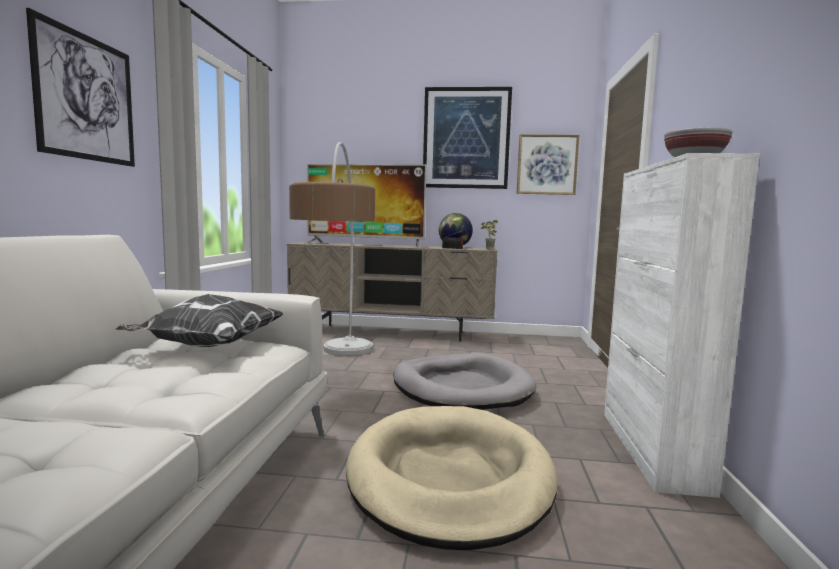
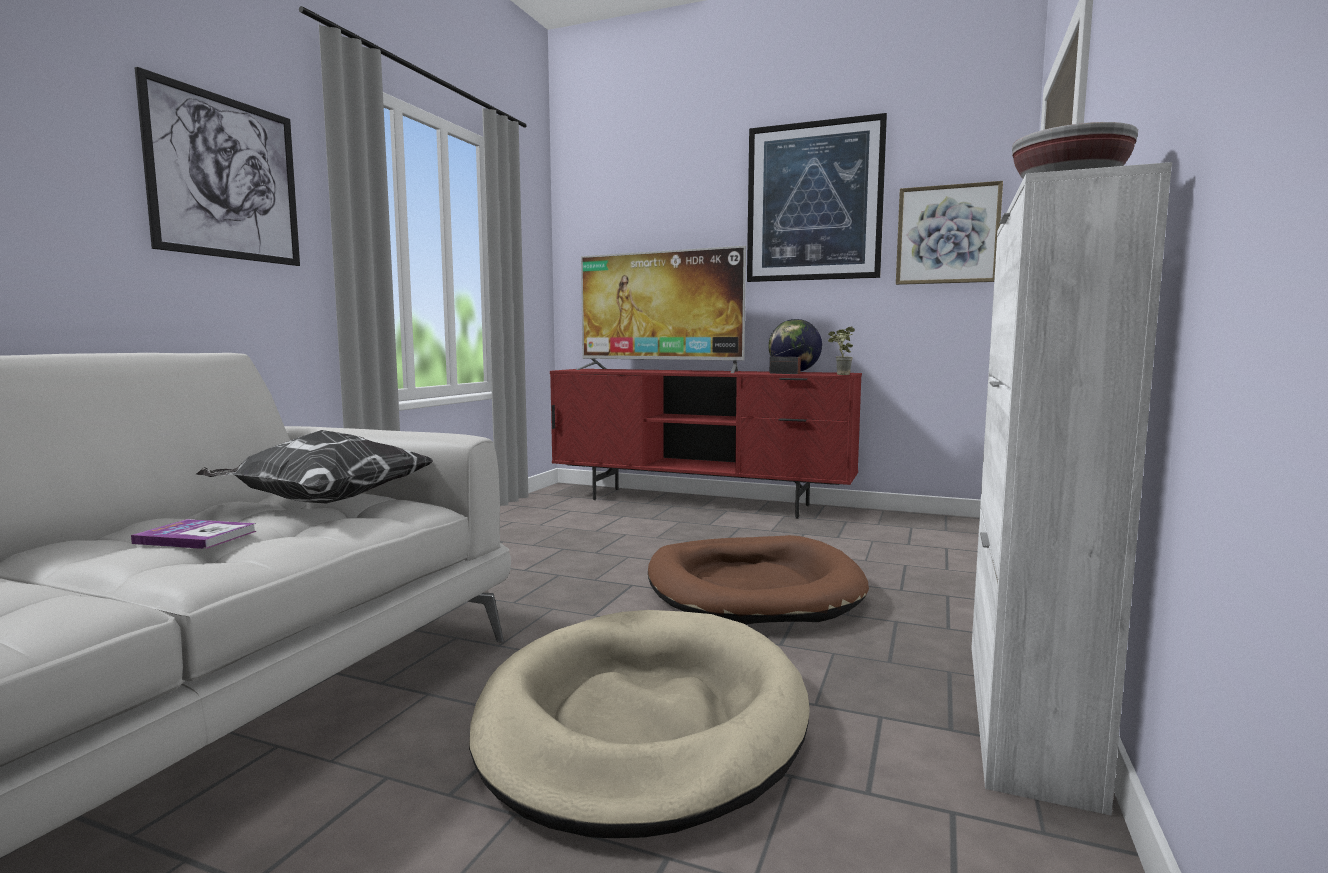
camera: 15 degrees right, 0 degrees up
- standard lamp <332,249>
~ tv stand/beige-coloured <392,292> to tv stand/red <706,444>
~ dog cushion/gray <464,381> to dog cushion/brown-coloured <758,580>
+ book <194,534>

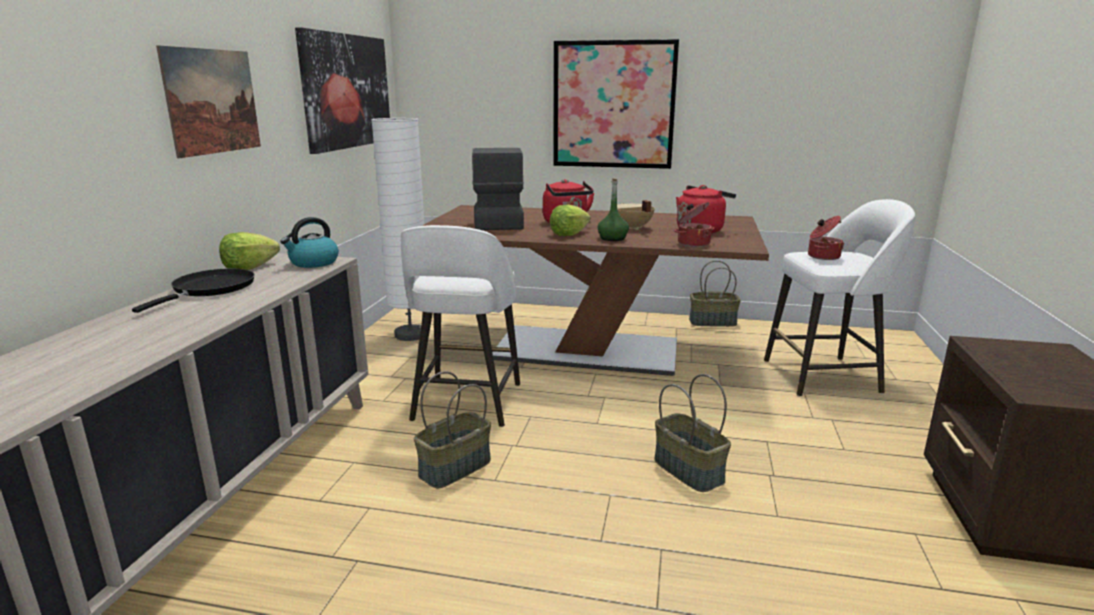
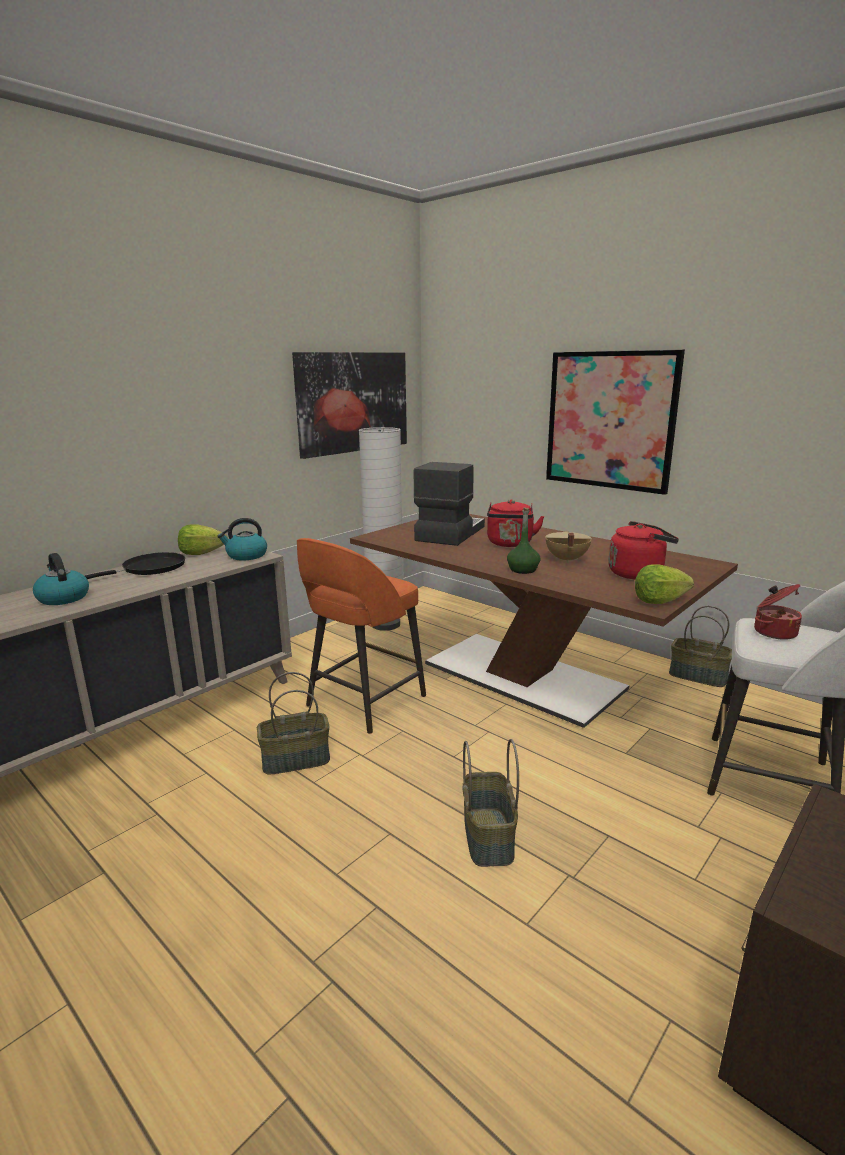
camera: 30 degrees right, 0 degrees up
- wall art <208,101>
- saucepot <694,224>
~ lettuce head <570,220> to <664,584>
~ stool seat/white-coloured <460,326> to stool seat/orange-coloured <361,636>
+ tea kettle <61,579>

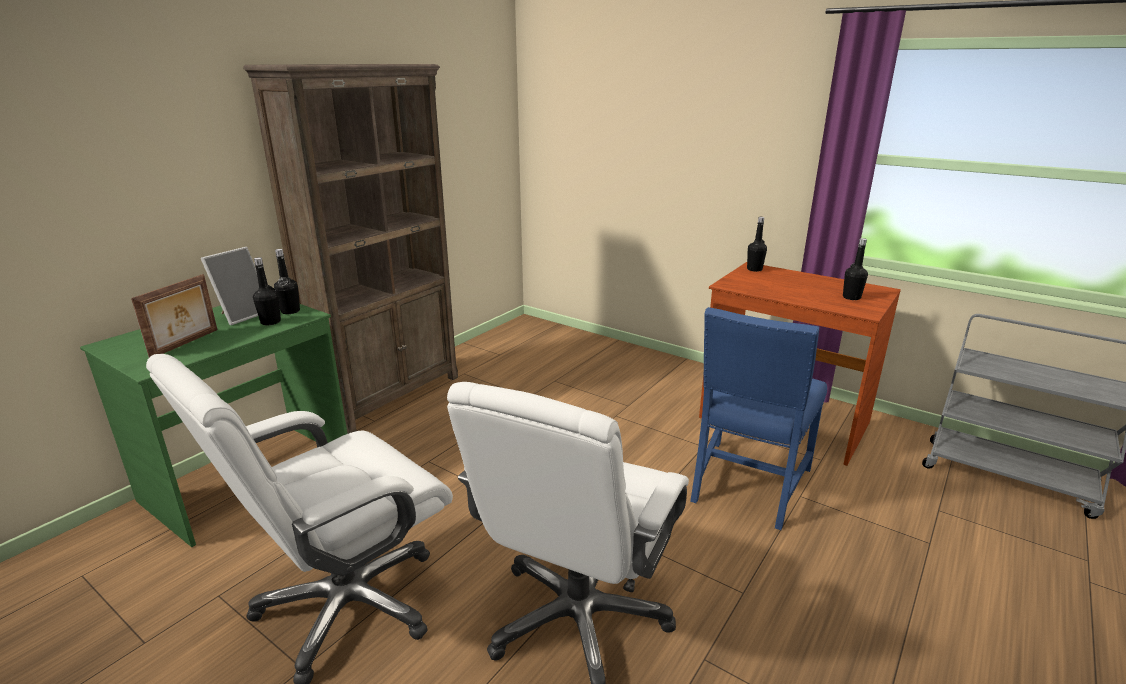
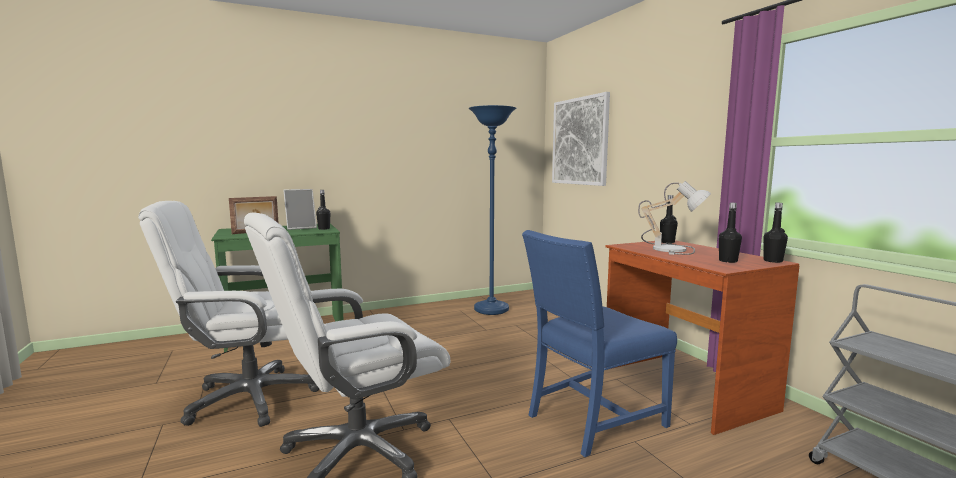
camera: 30 degrees right, 15 degrees down
- bookshelf/brown-coloured <350,249>
~ bottle/black-coloured <267,291> to <776,233>
+ wall art <581,139>
+ standard lamp/bluish <492,210>
+ lamp for a table <674,218>

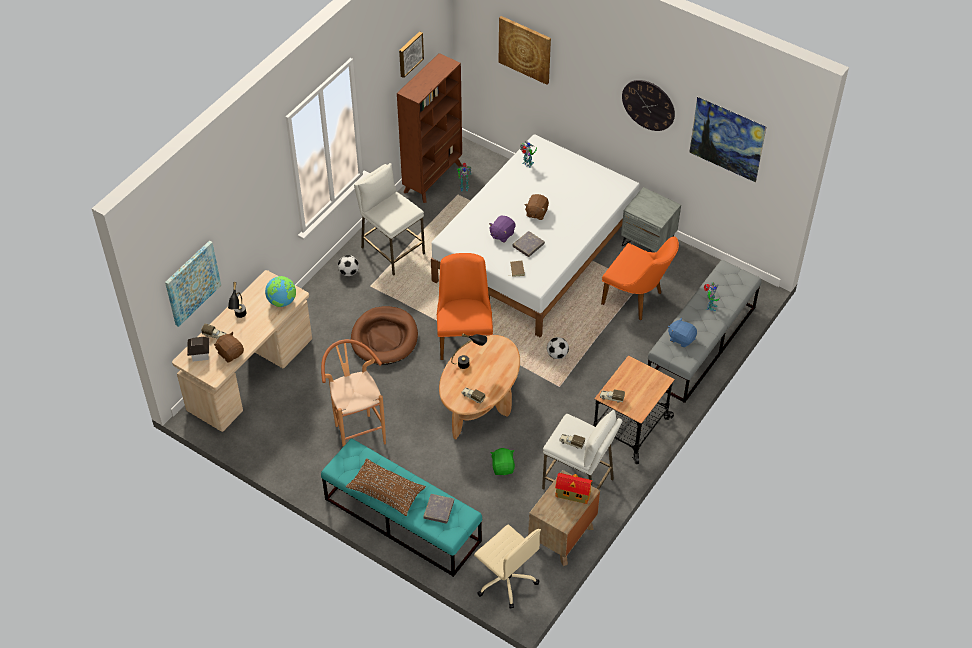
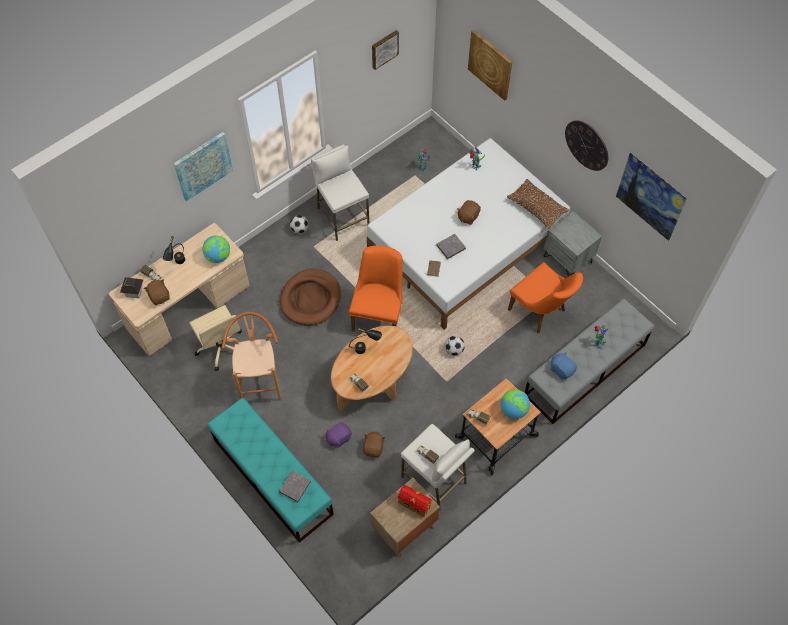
camera: 15 degrees right, 10 degrees up
- bookshelf/brown-coloured <429,128>
~ plush toy/purplish <502,229> to <339,435>
~ wall art <193,283> to <203,166>
~ plush toy/greenish <502,461> to plush toy/brown-coloured <374,444>
~ cushion/brown-coloured <386,487> to <538,204>
~ desk chair/beige-coloured <507,566> to <215,338>
+ desk globe <515,404>

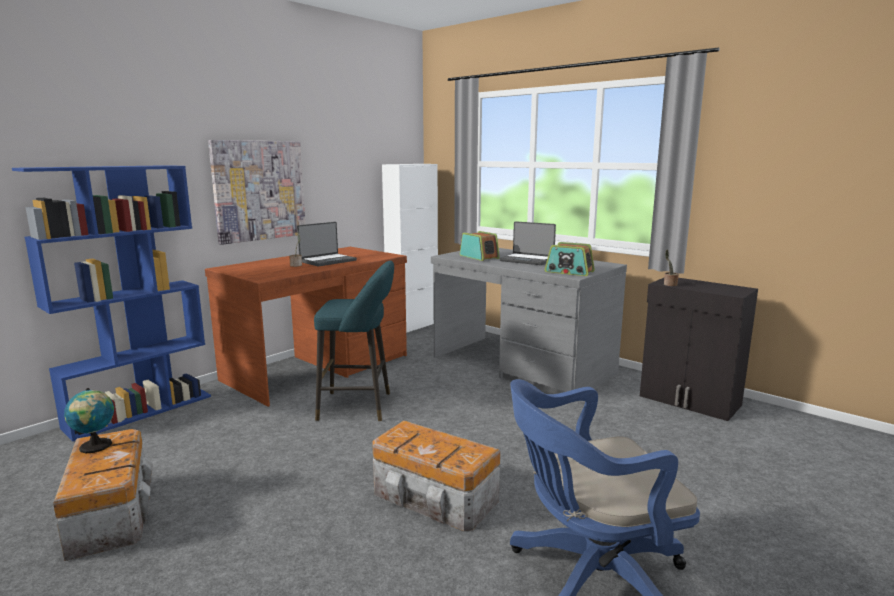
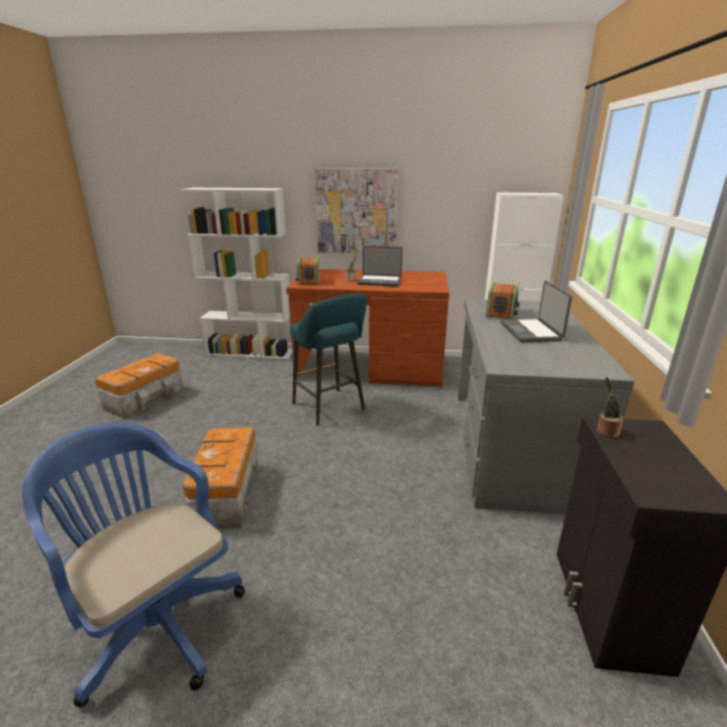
camera: 55 degrees right, 10 degrees up
~ bookshelf/bluish <111,303> to bookshelf/white-coloured <236,274>
~ radio set <570,259> to <308,270>
- desk globe <89,420>

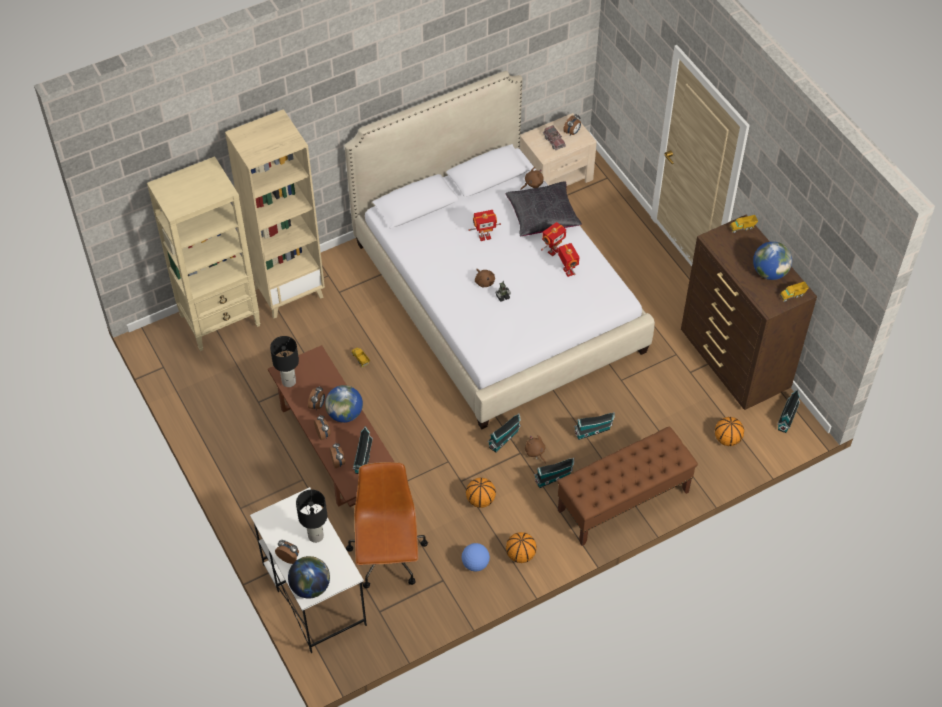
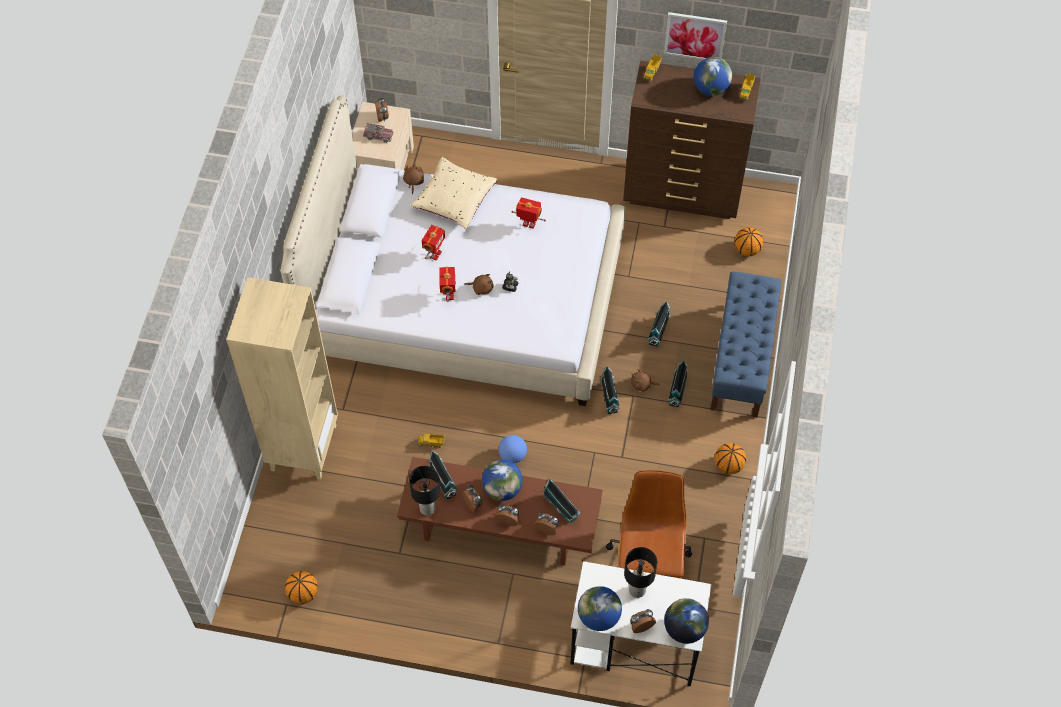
camera: 50 degrees left, 5 degrees up
- bookshelf/beige-coloured <204,253>
~ cushion/black-coloured <544,208> to cushion/beige-coloured <454,193>
~ robot figure <553,239> to <447,284>
~ miniature house <788,411> to <443,474>
~ long seat/brown-coloured <627,486> to long seat/bluish <745,345>
~ desk chair/brown-coloured <387,525> = <649,524> 60 degrees clockwise
~ basketball ball <481,493> to <301,587>
~ football <476,557> to <513,449>
+ wall art <695,36>
+ desk globe <600,608>

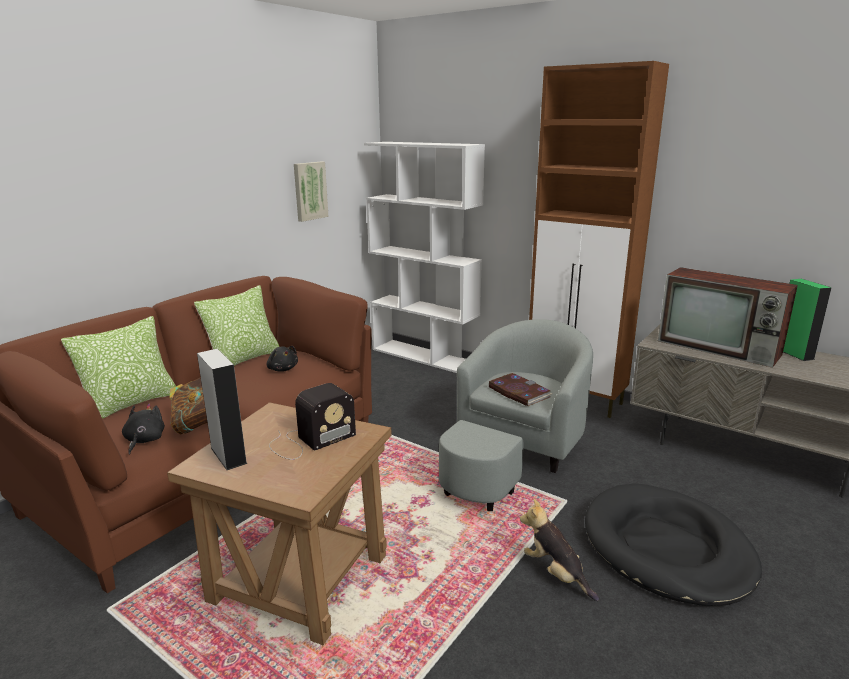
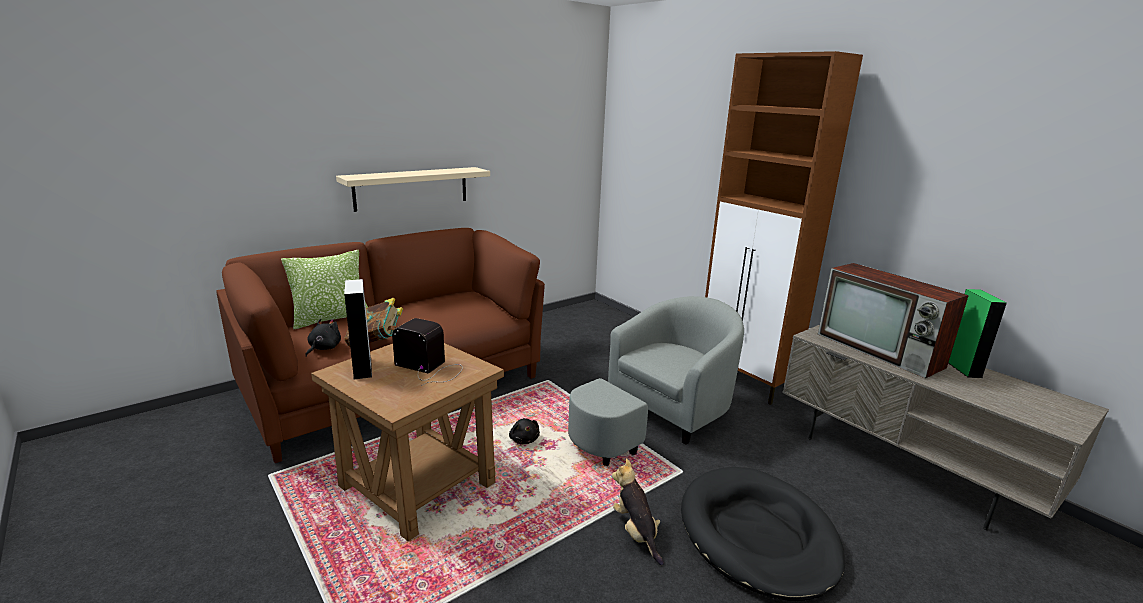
camera: 15 degrees right, 0 degrees up
- bookshelf/white-coloured <424,257>
- wall art <311,192>
- cushion <236,325>
~ plush toy/black-coloured <282,359> to <524,431>
- book <520,389>
~ radio set <312,421> = <427,352> 135 degrees counterclockwise
+ wall shelf/beige-coloured <413,189>

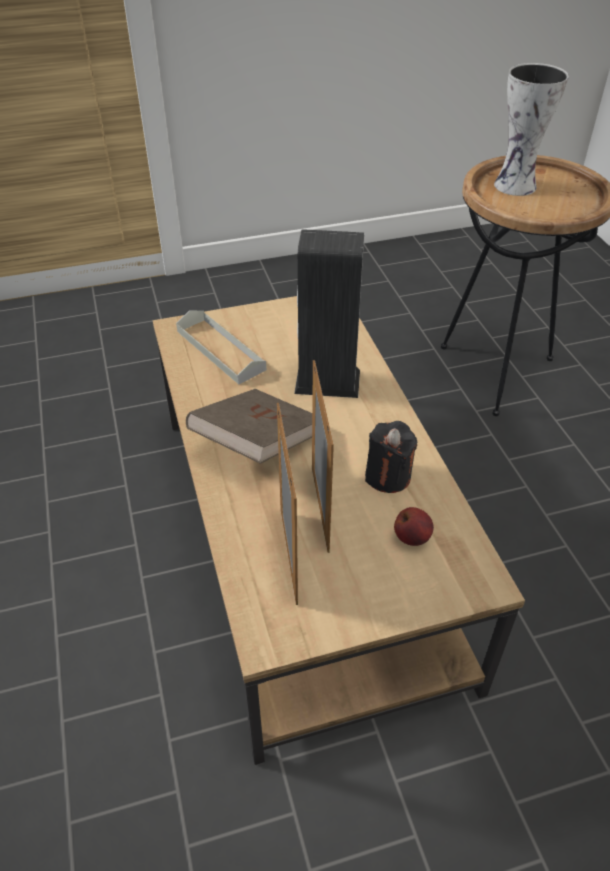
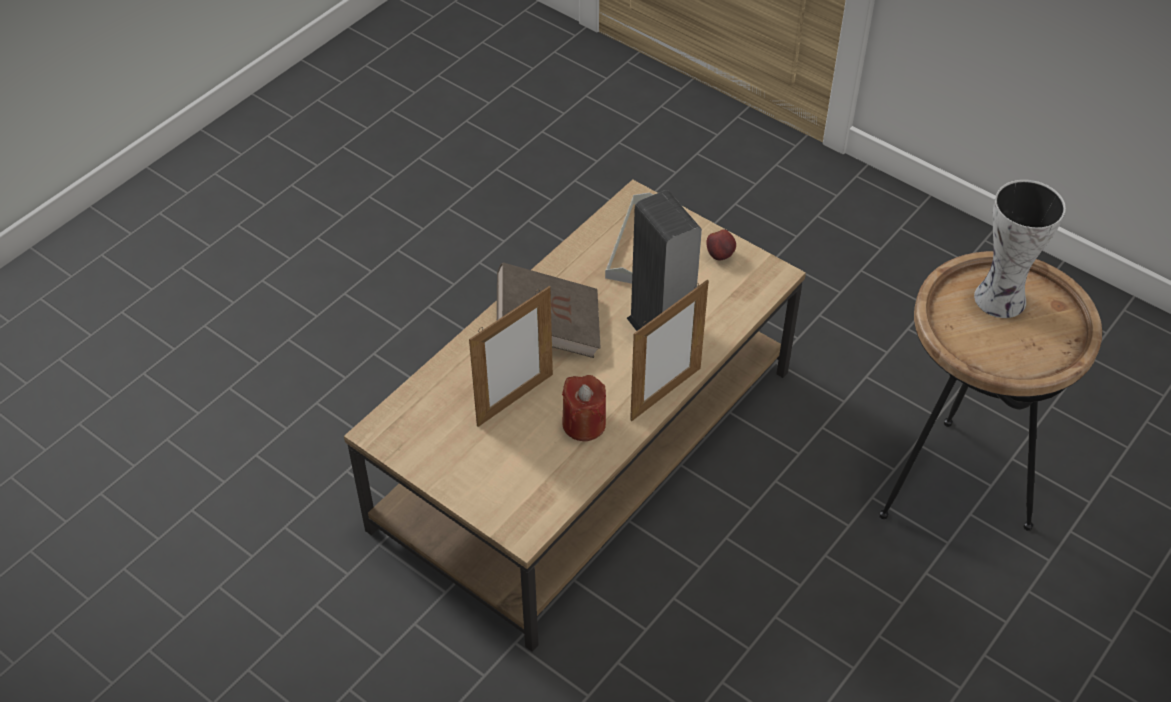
camera: 55 degrees right, 5 degrees up
~ picture frame <287,504> to <669,351>
~ candle/black-coloured <391,457> to candle/red <584,408>
~ apple <414,526> to <721,244>

